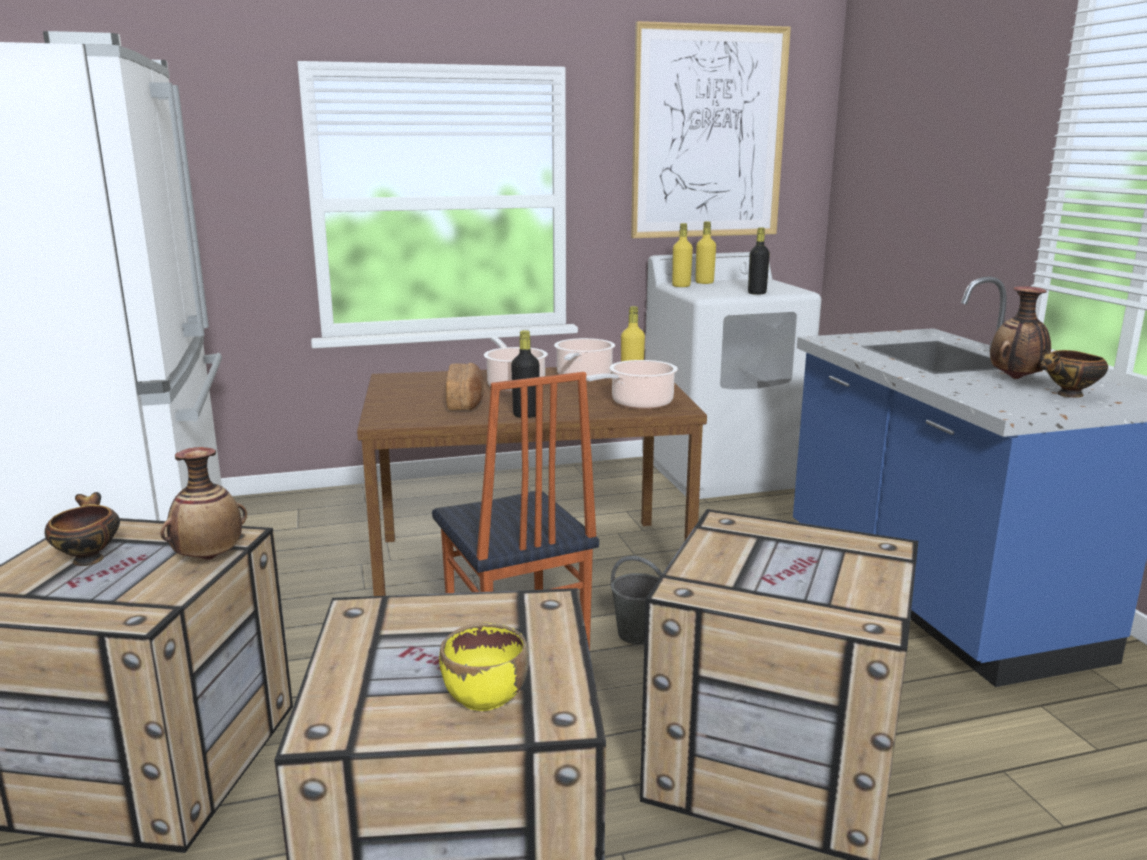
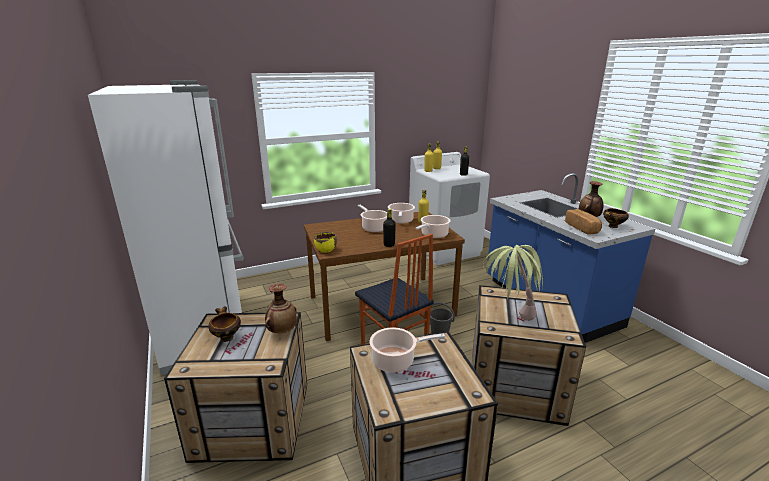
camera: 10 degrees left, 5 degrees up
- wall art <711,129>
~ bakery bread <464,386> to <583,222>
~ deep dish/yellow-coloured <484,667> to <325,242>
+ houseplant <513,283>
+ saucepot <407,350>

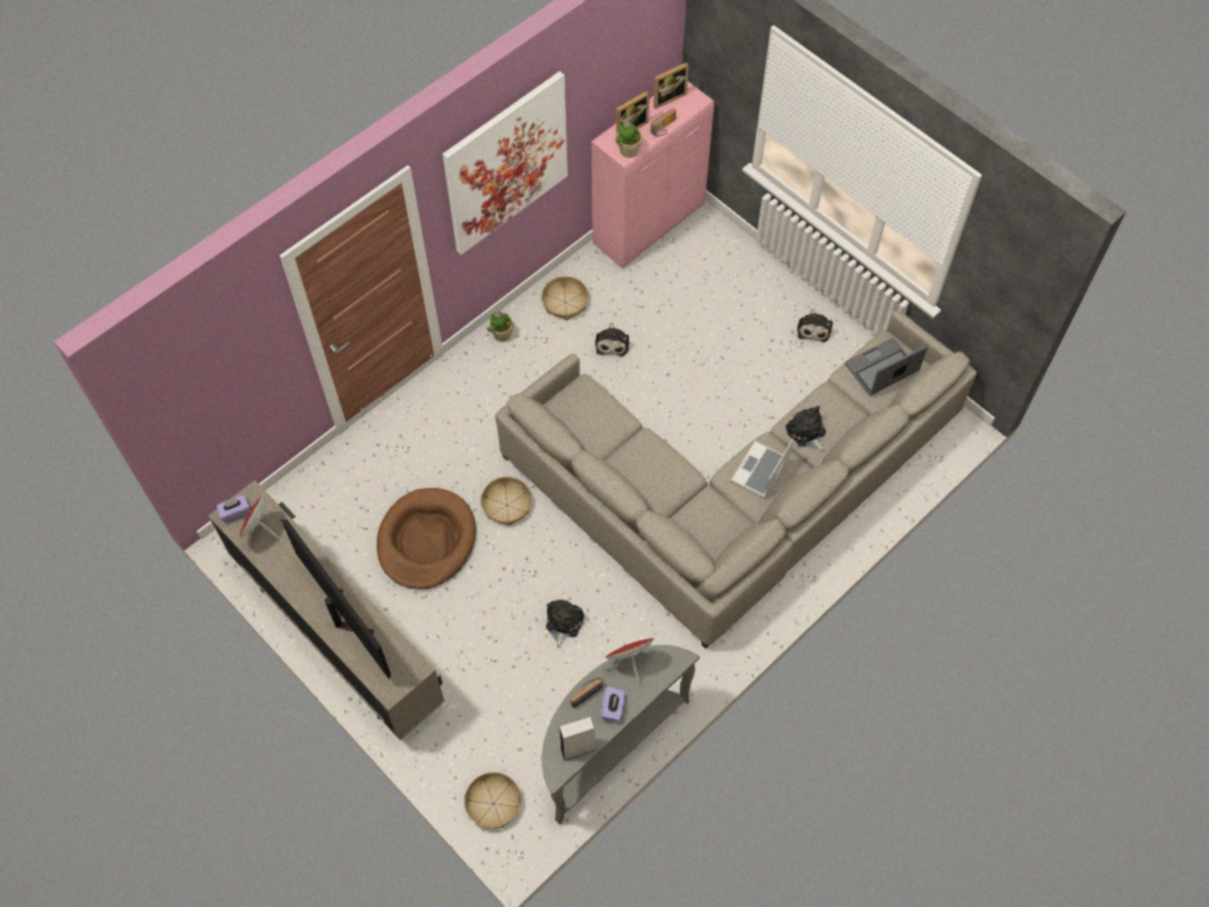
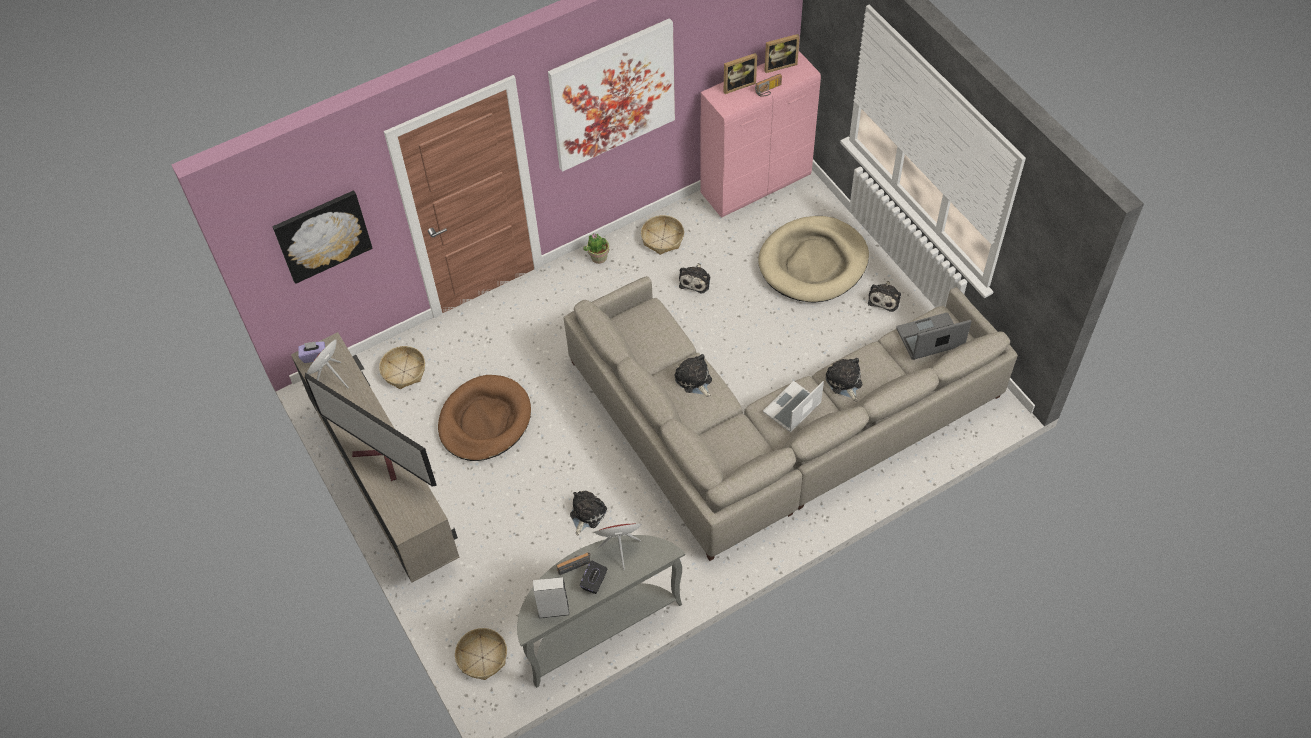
camera: 15 degrees right, 5 degrees down
- houseplant <628,139>
~ storage basket <506,501> to <402,367>
~ television <336,599> = <371,430> 150 degrees clockwise
~ tissue box/purplish <613,703> to tissue box/black-coloured <594,577>
+ wall art <323,237>
+ dog cushion/beige-coloured <813,259>
+ plush toy <693,375>

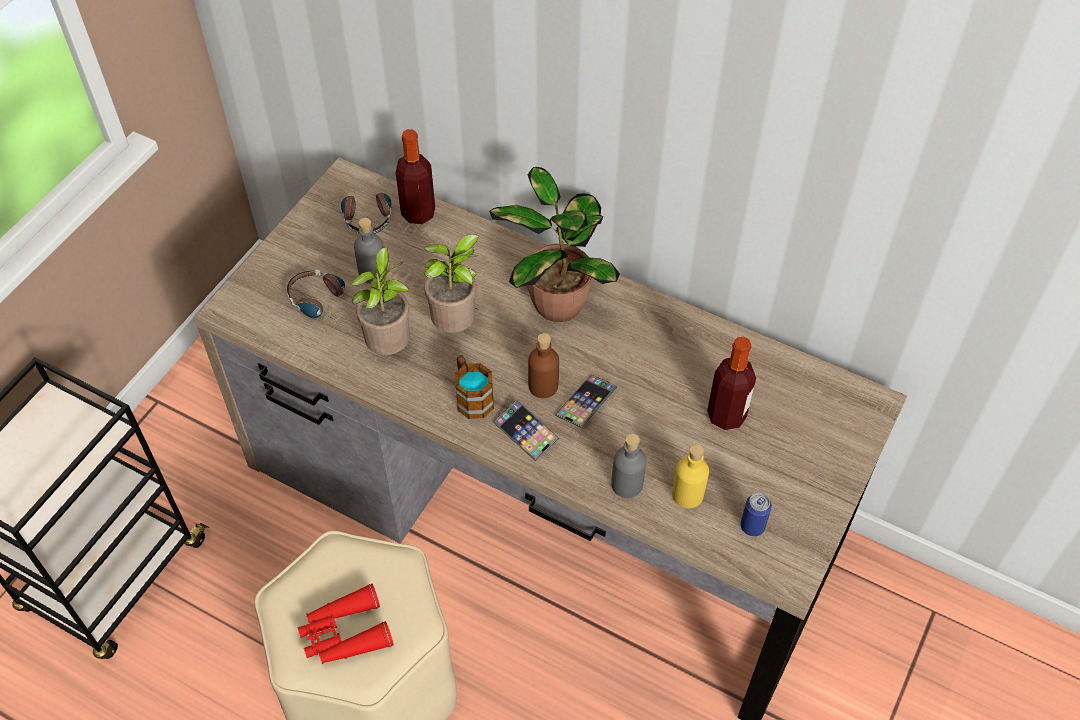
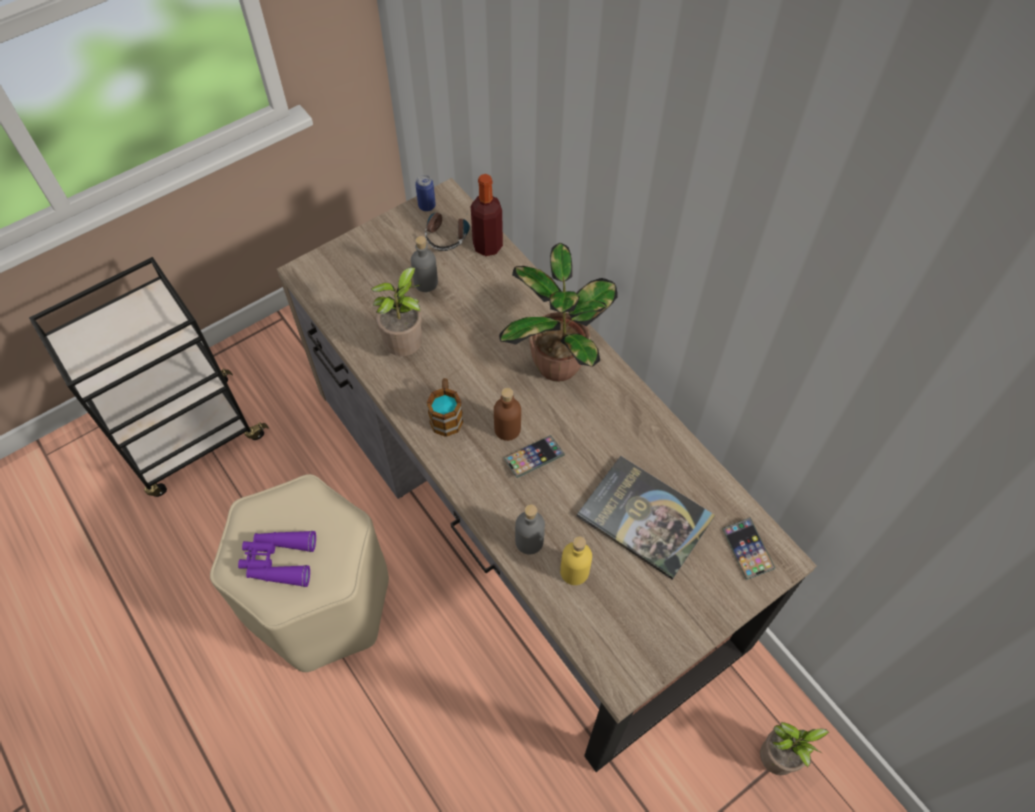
camera: 25 degrees right, 5 degrees up
~ houseplant <452,283> to <795,748>
- headphones <316,295>
~ bottle <731,383> to book <646,518>
~ phone <526,430> to <748,548>
~ can <756,514> to <425,193>
~ binoculars/red <346,624> to binoculars/purplish <277,559>

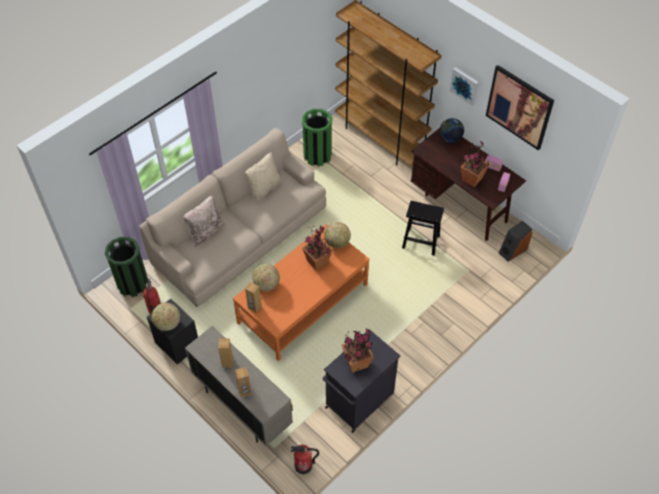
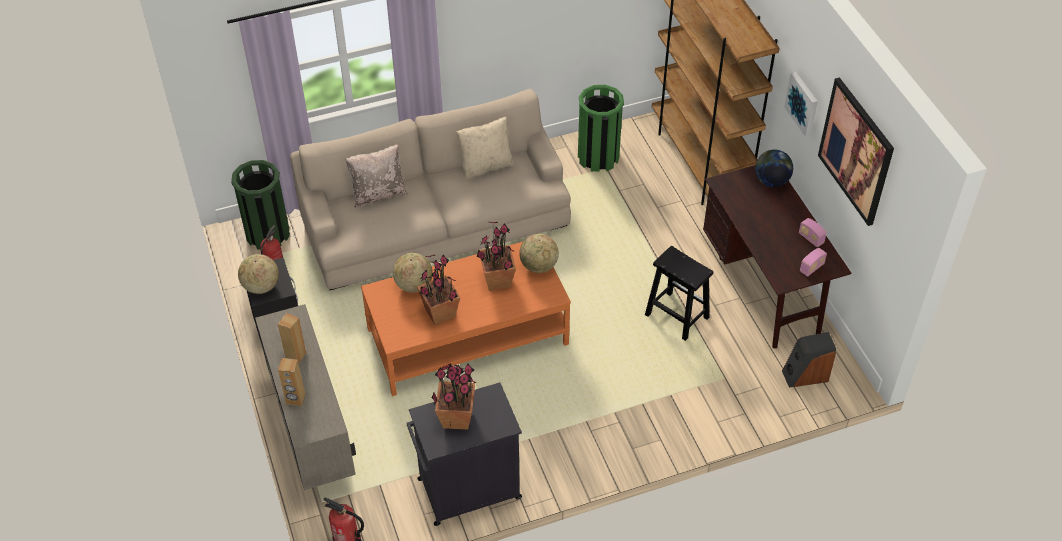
camera: 25 degrees right, 5 degrees down
~ houseplant <475,164> to <438,290>
- speaker/brown-coloured <253,297>

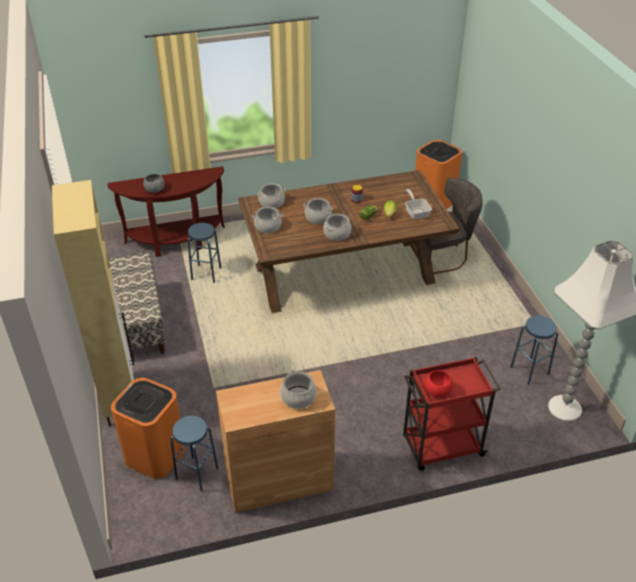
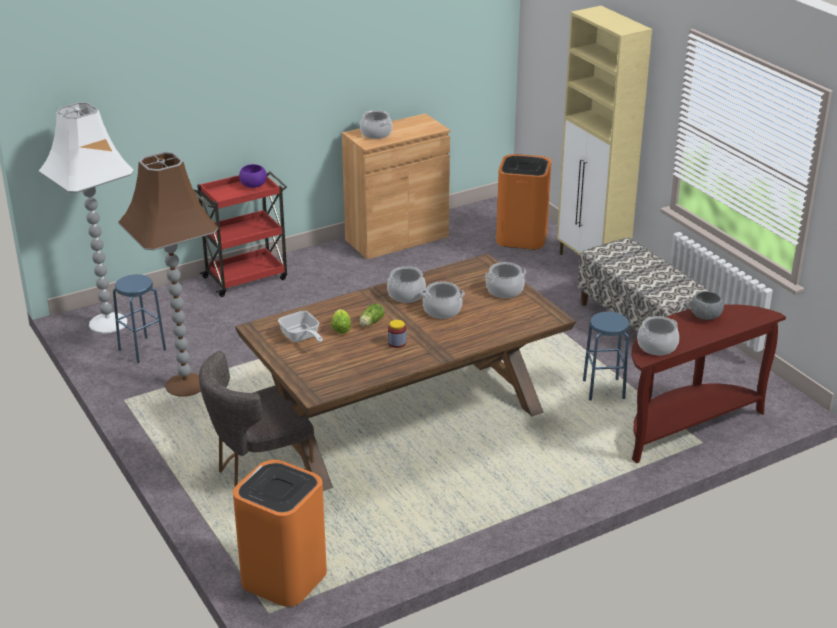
camera: 165 degrees right, 10 degrees down
~ saucepot <271,195> to <658,335>
~ deep dish/red <438,383> to deep dish/purplish <253,176>
- stool seat/bluish <194,453>
+ standard lamp/brown-coloured <168,273>

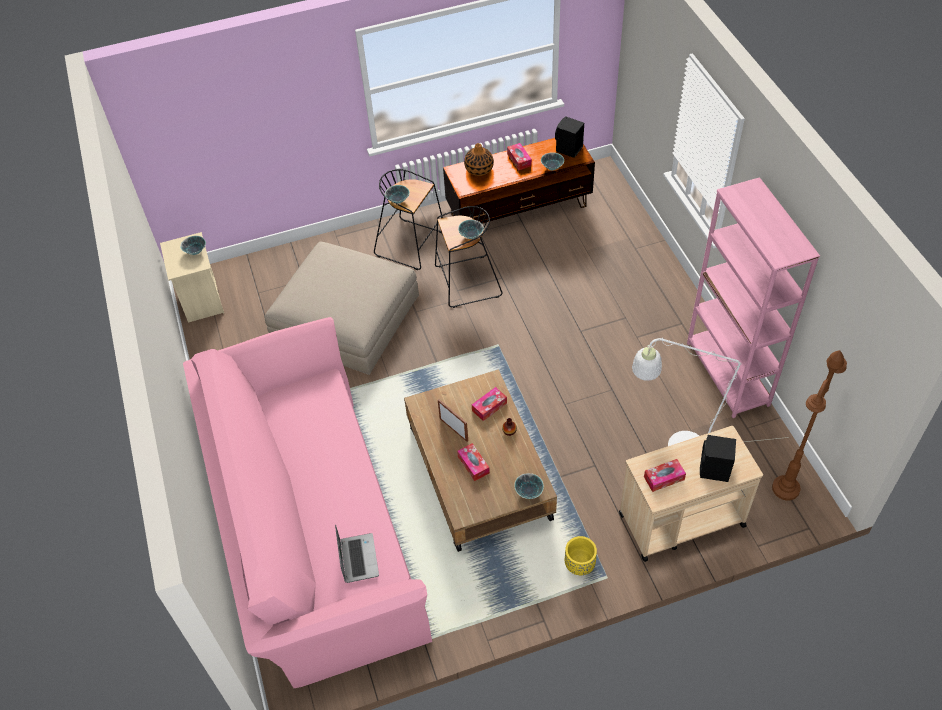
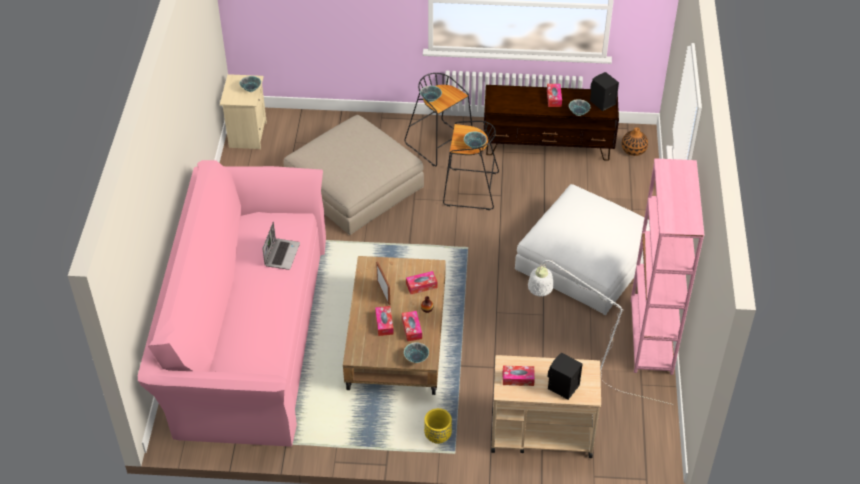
camera: 20 degrees right, 5 degrees down
~ decorative vase <479,159> to <635,141>
- standard lamp/brown-coloured <809,425>
~ portable computer <357,553> to <281,246>
+ ottoman/white-coloured <582,249>
+ tissue box <412,326>

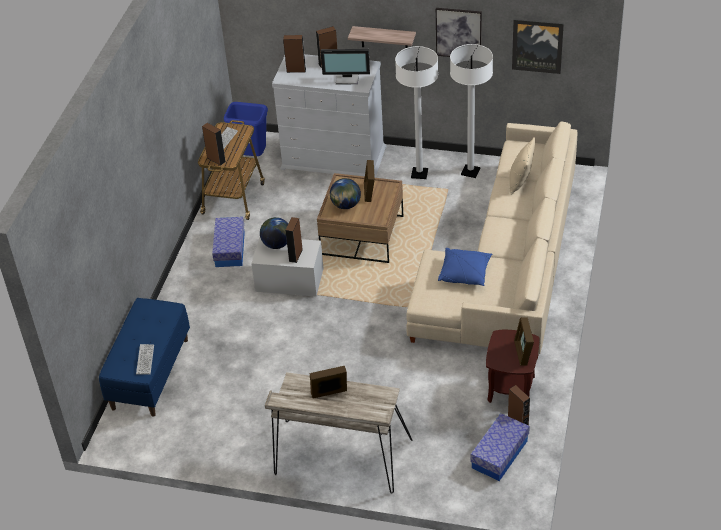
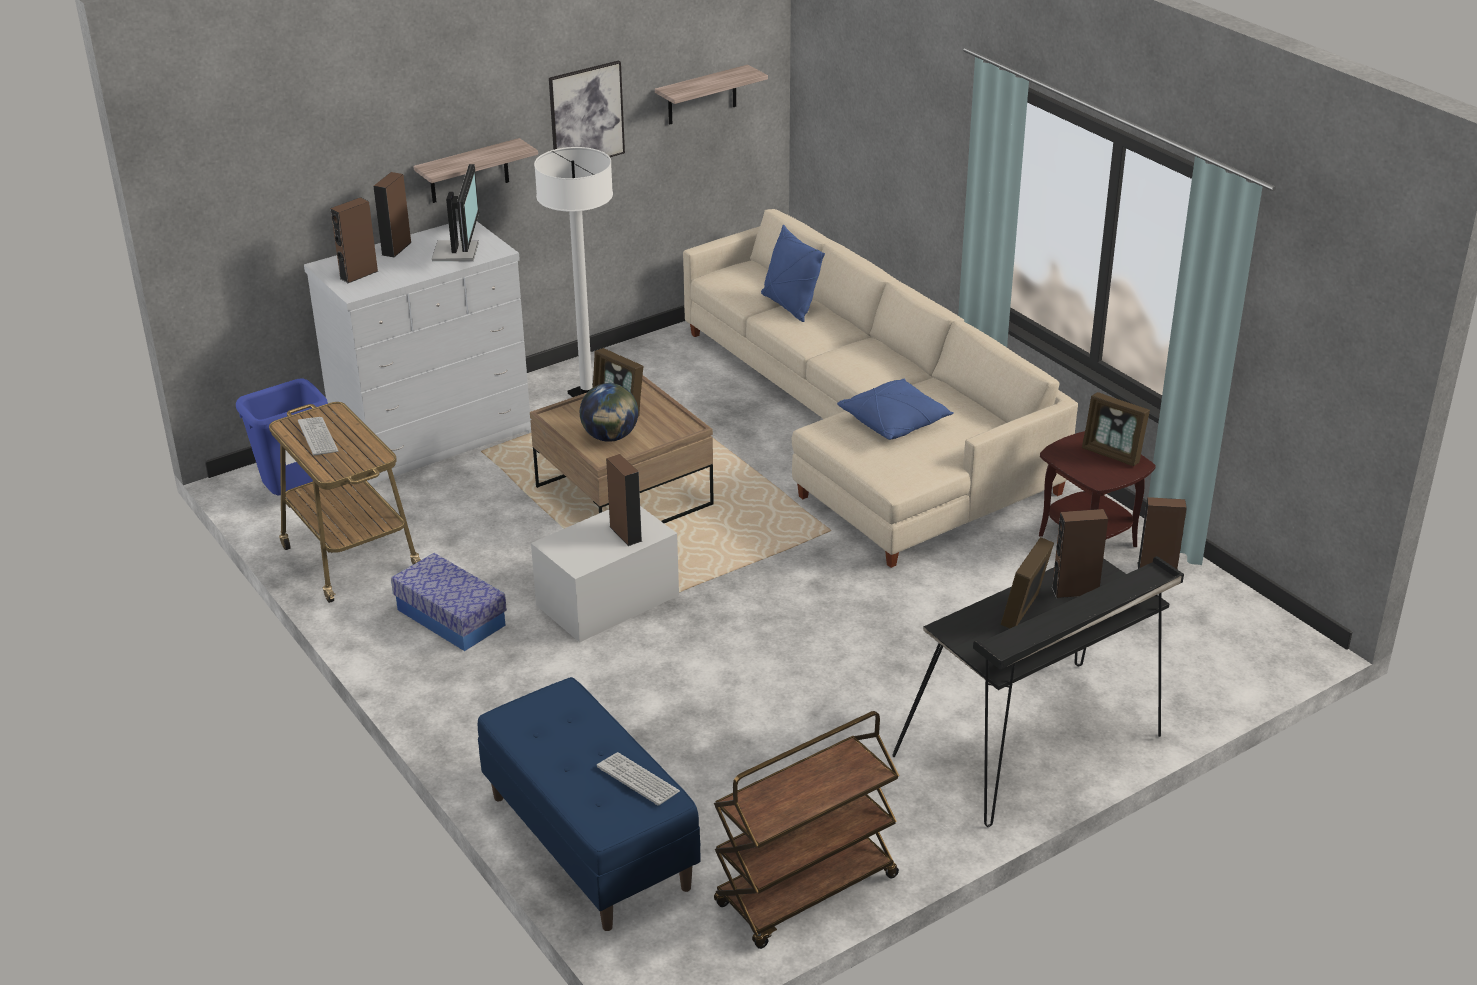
camera: 50 degrees left, 10 degrees down
~ wall art <538,46> to wall shelf <711,95>
- standard lamp/white-coloured <471,111>
~ computer screen <345,67> = <455,212> 45 degrees counterclockwise
~ speaker/brown-coloured <214,144> to <1080,554>
~ cushion/beige-coloured <522,166> to cushion/bluish <793,273>
- desk globe <274,233>
~ desk table/beige-coloured <339,433> to desk table/black-coloured <1038,691>
- storage box <500,447>
+ trolley/brown-coloured <806,830>

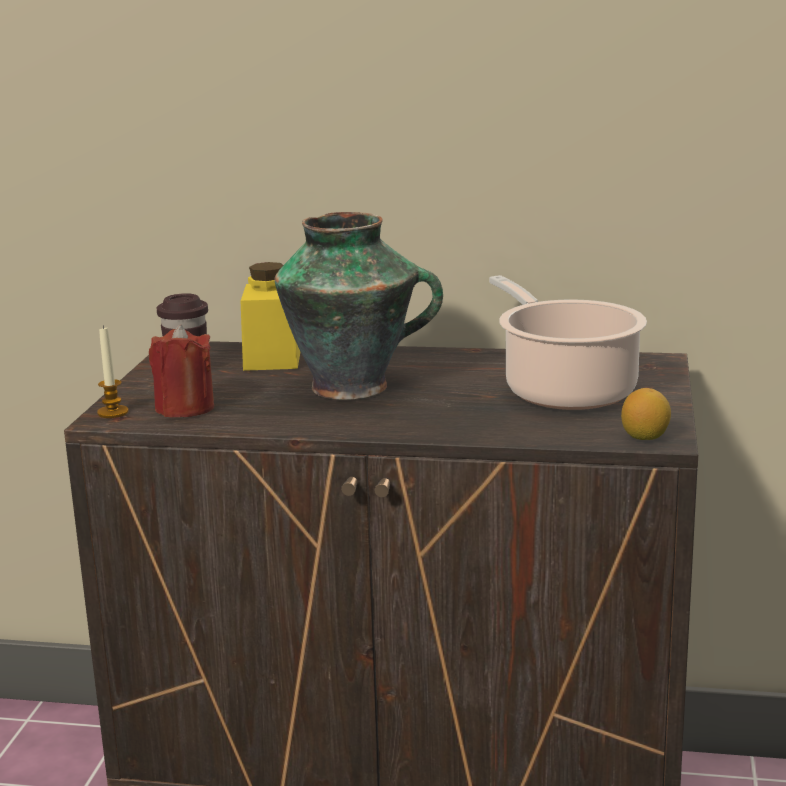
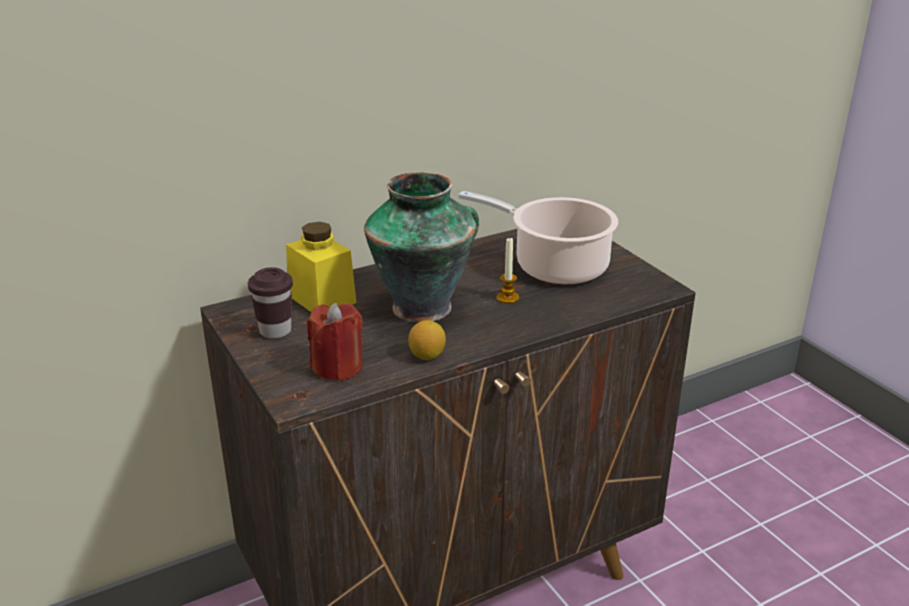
camera: 40 degrees left, 10 degrees up
~ candle <113,371> to <508,270>
~ citrus fruit <646,414> to <427,340>

